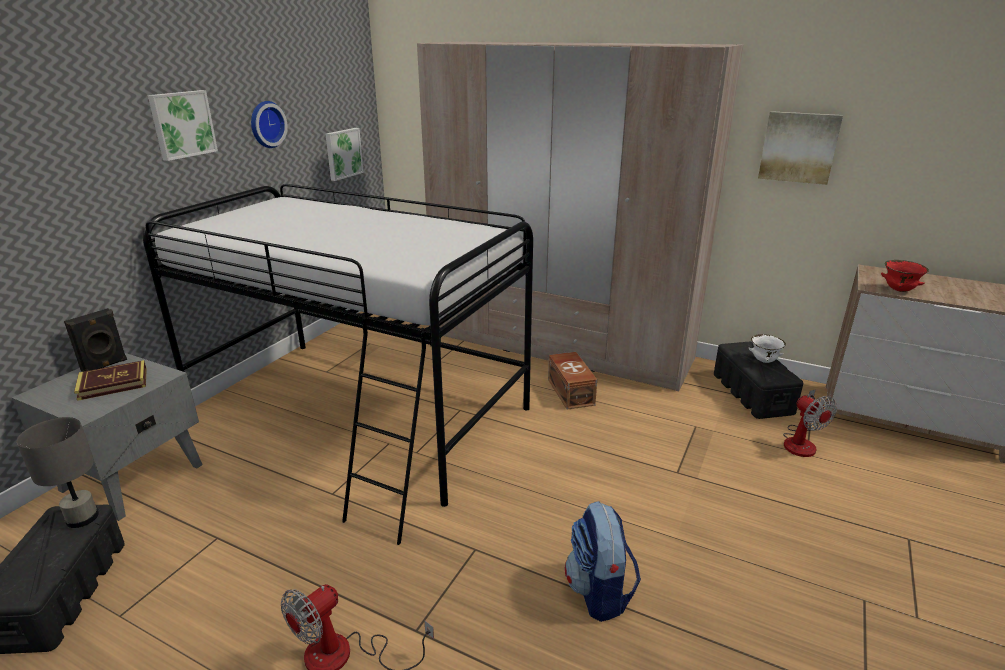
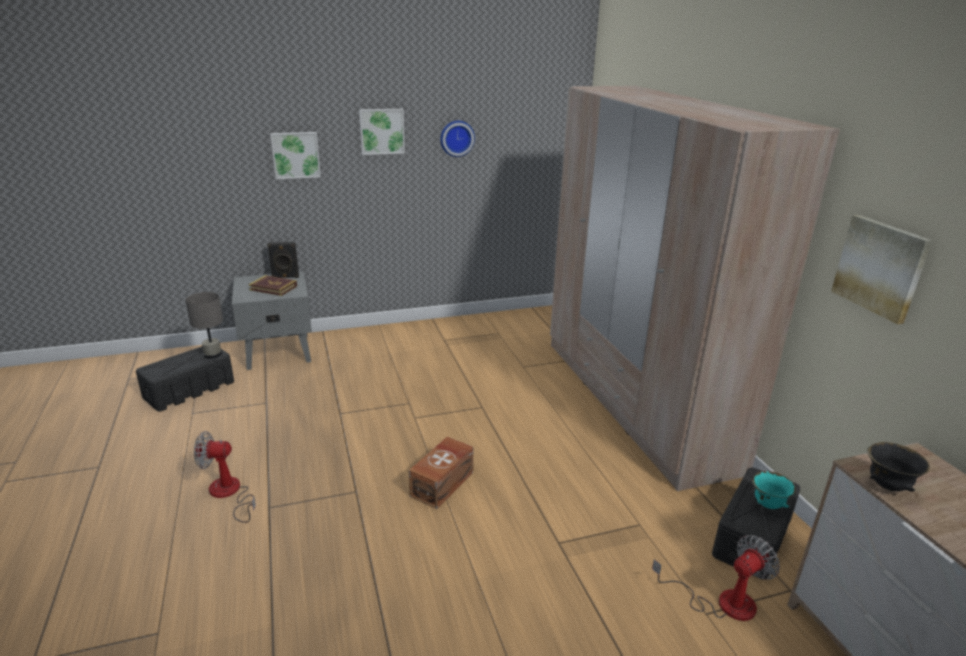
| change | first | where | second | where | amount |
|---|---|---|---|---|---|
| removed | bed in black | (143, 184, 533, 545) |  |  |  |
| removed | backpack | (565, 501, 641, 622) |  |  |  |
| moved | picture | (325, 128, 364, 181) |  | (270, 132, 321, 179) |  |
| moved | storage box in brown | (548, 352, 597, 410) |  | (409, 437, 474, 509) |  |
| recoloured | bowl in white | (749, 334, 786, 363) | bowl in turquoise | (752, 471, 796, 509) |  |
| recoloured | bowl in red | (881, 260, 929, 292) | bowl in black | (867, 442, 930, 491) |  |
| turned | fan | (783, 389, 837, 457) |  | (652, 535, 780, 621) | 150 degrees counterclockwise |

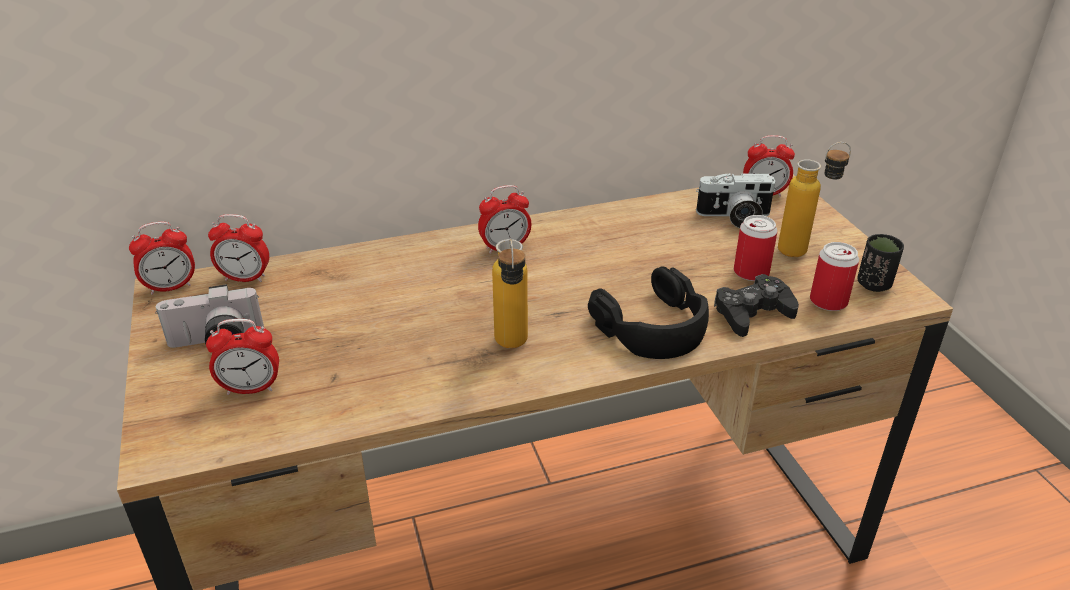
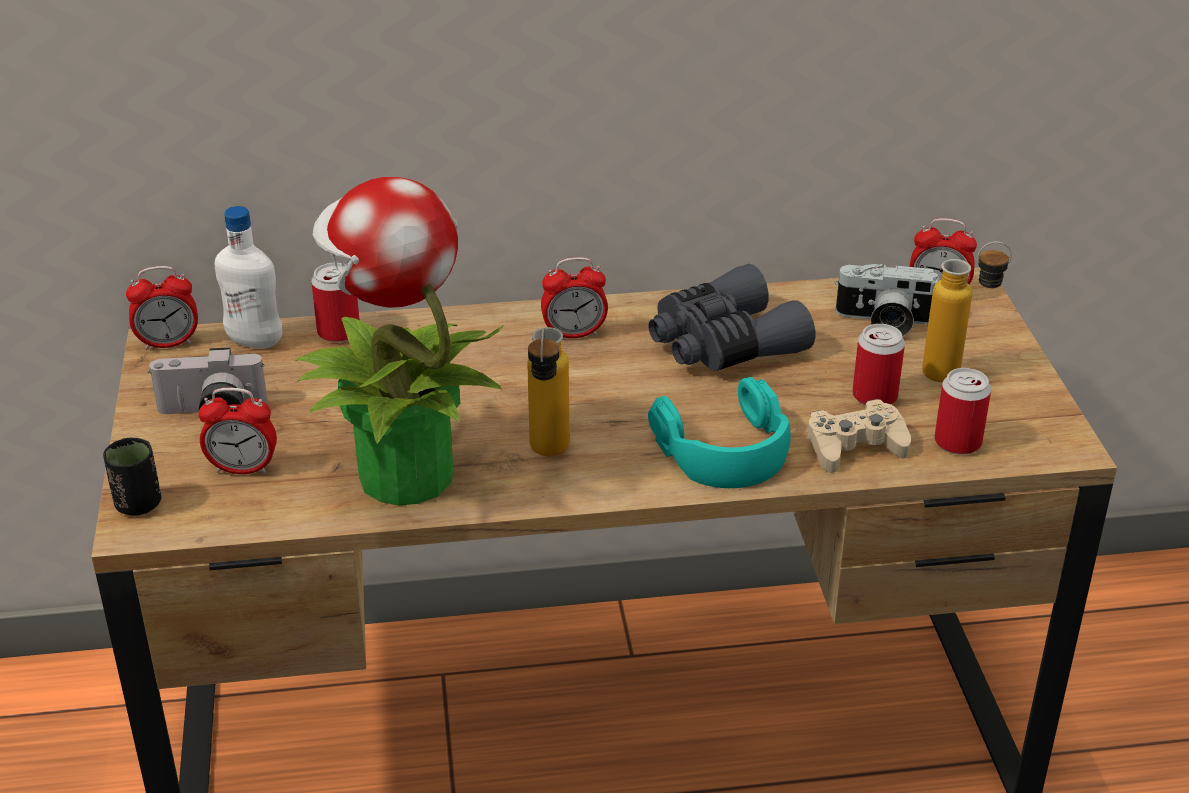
| change | first | where | second | where | amount |
|---|---|---|---|---|---|
| added |  |  | potted plant | (295, 177, 504, 505) |  |
| added |  |  | can | (311, 263, 360, 342) |  |
| added |  |  | binoculars in grey | (648, 264, 815, 371) |  |
| moved | cup in black | (857, 234, 904, 292) |  | (103, 437, 161, 516) |  |
| replaced | alarm clock | (208, 214, 269, 282) | bottle in white | (215, 206, 282, 348) |  |
| recoloured | headphones in black | (588, 266, 709, 359) | headphones in turquoise | (648, 377, 791, 488) |  |
| recoloured | game controller in black | (714, 274, 799, 337) | game controller in beige | (808, 399, 911, 473) |  |

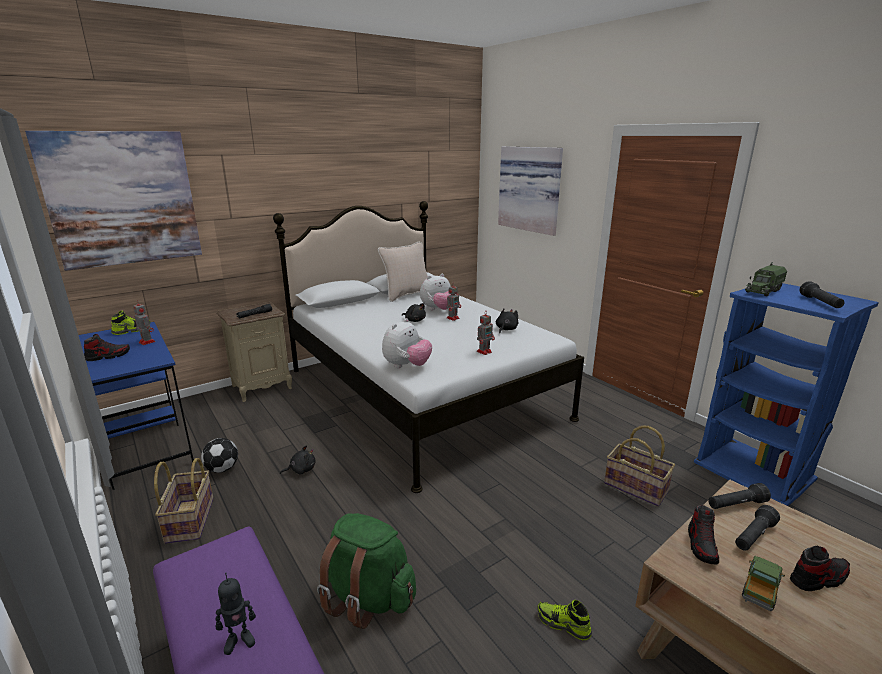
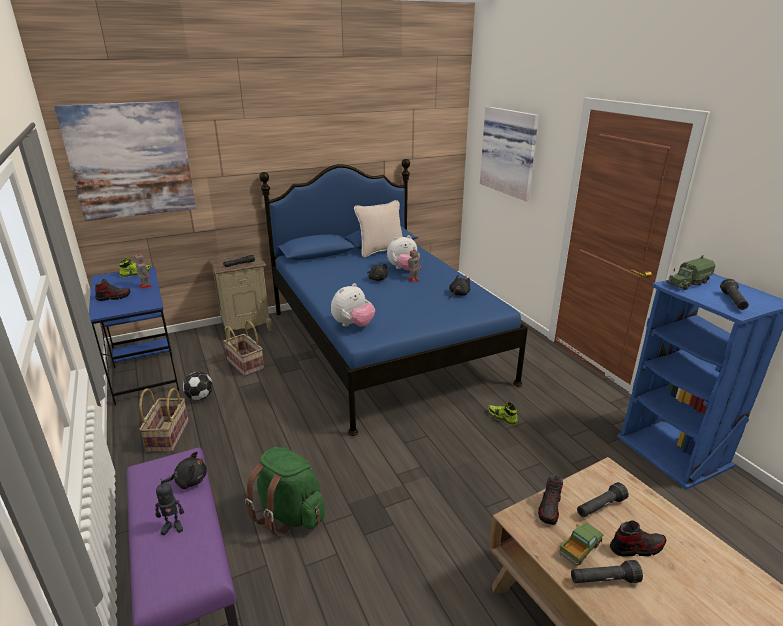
| change | first | where | second | where | amount |
|---|---|---|---|---|---|
| removed | toy robot | (477, 311, 495, 355) |  |  |  |
| moved | plush toy in black | (280, 445, 315, 474) |  | (161, 451, 207, 489) |  |
| moved | shoe | (537, 600, 592, 640) |  | (488, 402, 518, 425) |  |
| moved | basket | (604, 426, 675, 507) |  | (224, 320, 264, 377) |  |
| moved | flashlight in black | (708, 483, 771, 509) |  | (571, 560, 643, 583) |  |
| recoloured | bed in white | (273, 201, 584, 493) | bed in blue | (259, 159, 528, 436) |  |

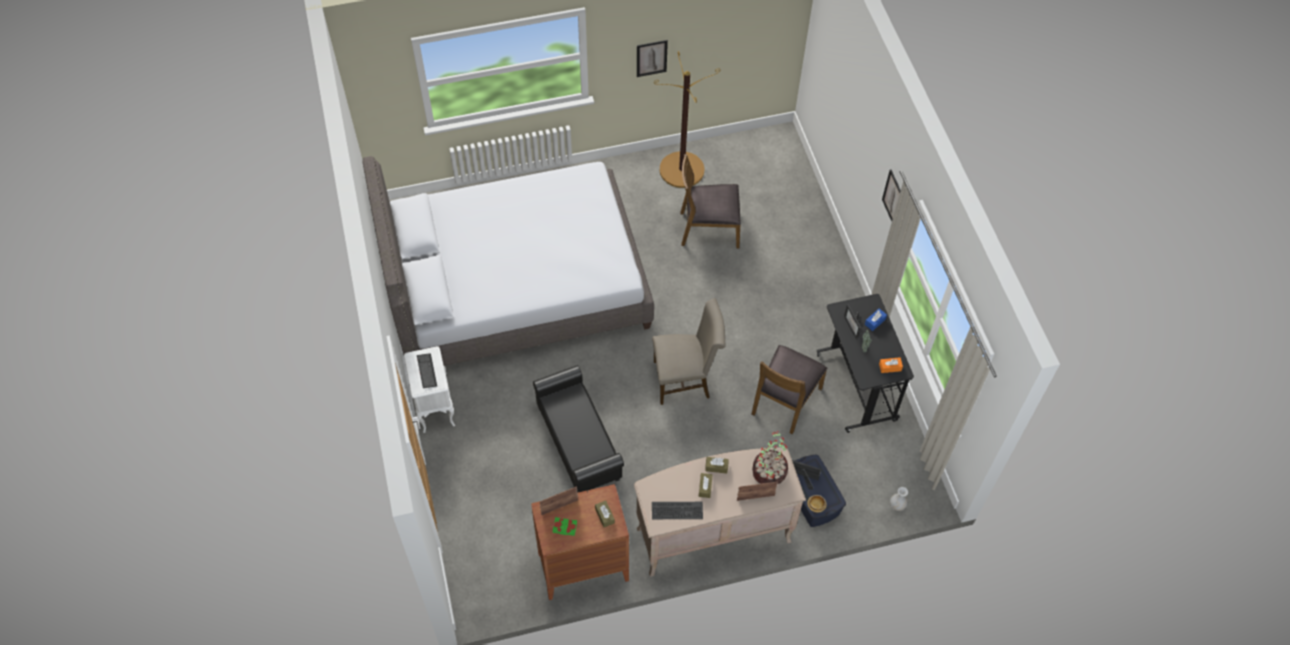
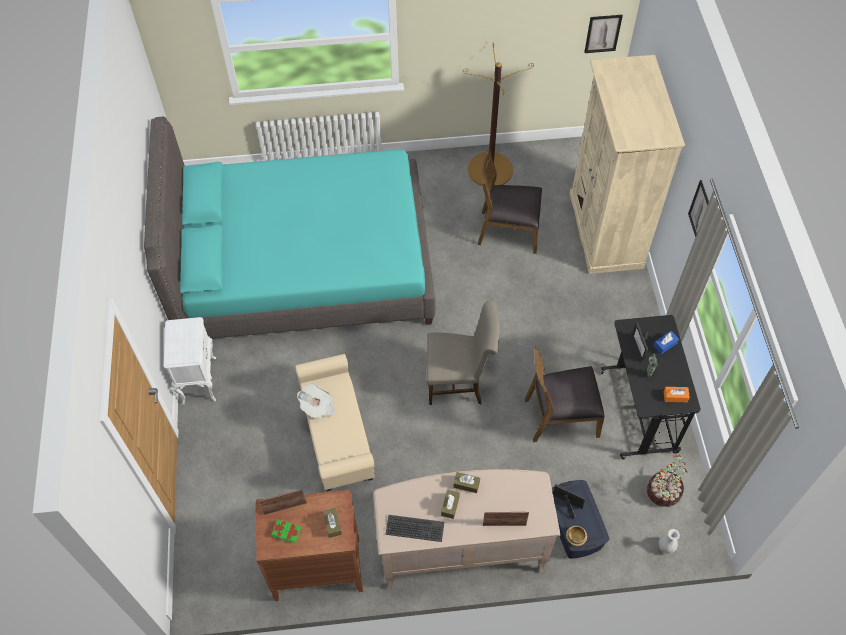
| change | first | where | second | where | amount |
|---|---|---|---|---|---|
| removed | keyboard | (417, 353, 437, 388) |  |  |  |
| added |  |  | newspaper | (297, 384, 335, 418) |  |
| added |  |  | wardrobe in beige | (570, 55, 685, 274) |  |
| moved | picture | (637, 40, 668, 77) |  | (584, 15, 623, 53) |  |
| moved | potted plant | (752, 431, 788, 485) |  | (647, 454, 688, 507) |  |
| recoloured | bed in grey | (363, 156, 654, 366) | bed in turquoise | (144, 117, 435, 339) |  |
| recoloured | ottoman in black | (533, 365, 624, 493) | ottoman in beige | (295, 354, 375, 491) |  |
| turned | chair in brown | (751, 345, 827, 434) |  | (525, 346, 605, 442) | 45 degrees clockwise |

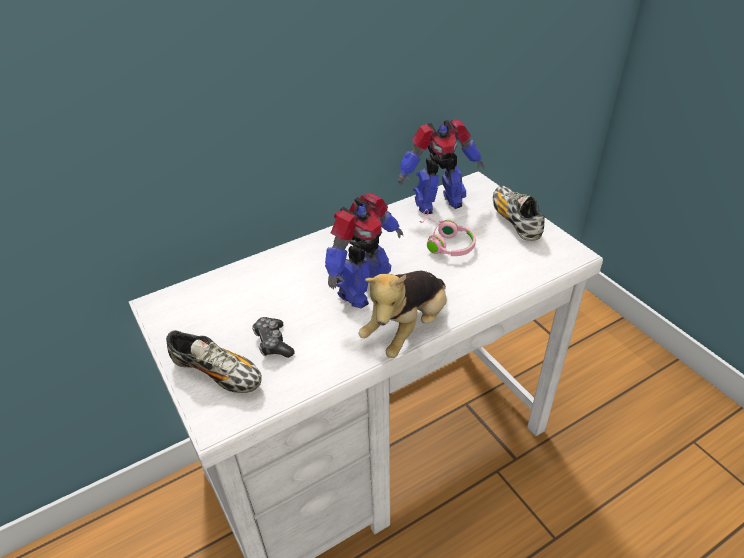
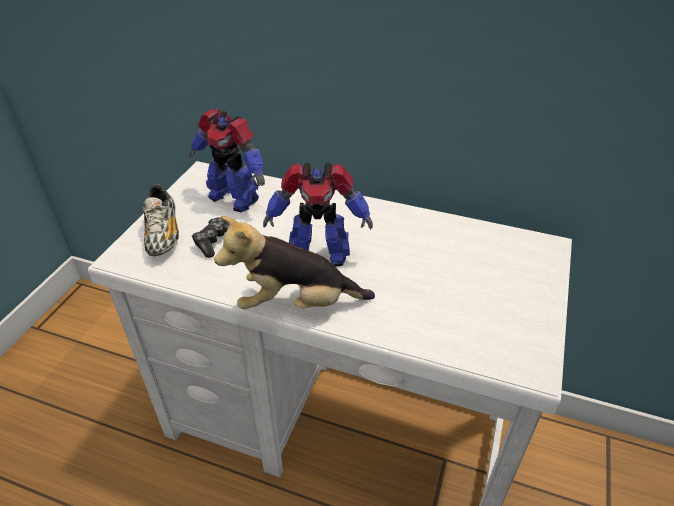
| change | first | where | second | where | amount |
|---|---|---|---|---|---|
| removed | headphones in pink | (420, 209, 476, 256) |  |  |  |
| removed | shoe | (493, 186, 545, 241) |  |  |  |
| moved | toy robot | (398, 120, 485, 214) |  | (189, 109, 265, 212) |  |

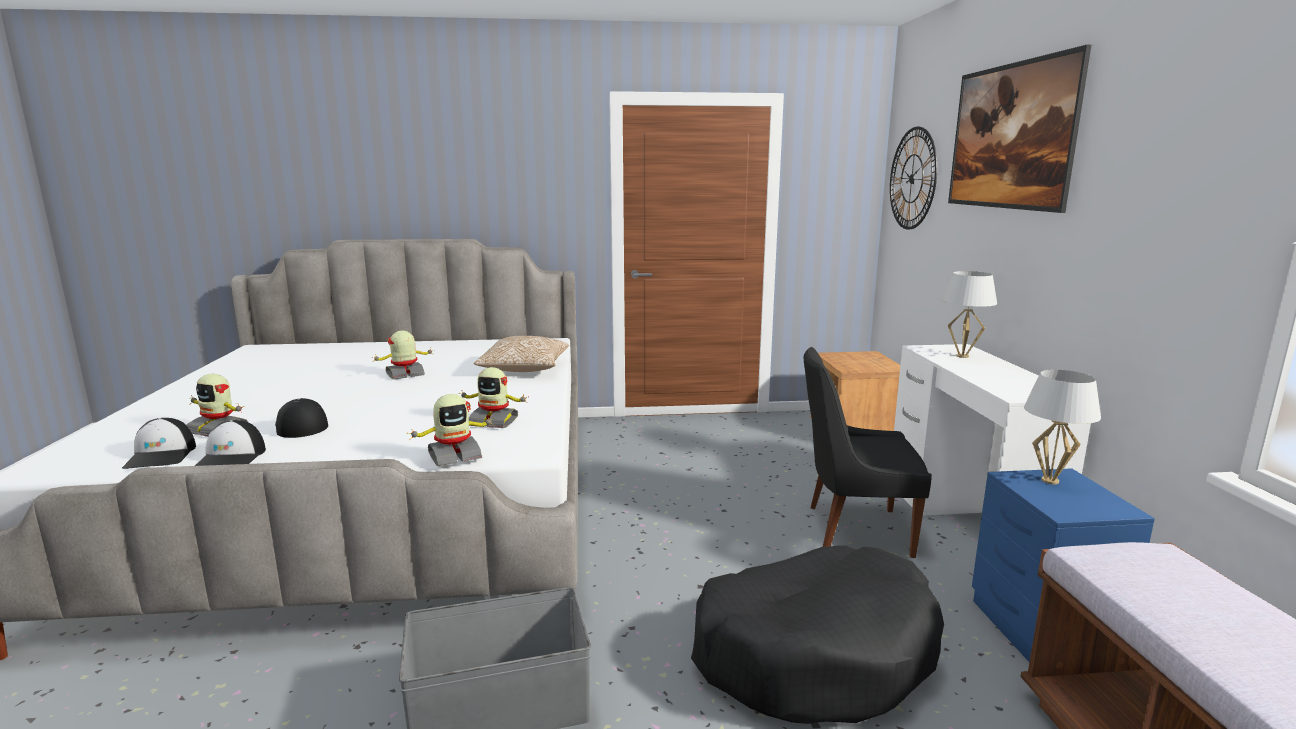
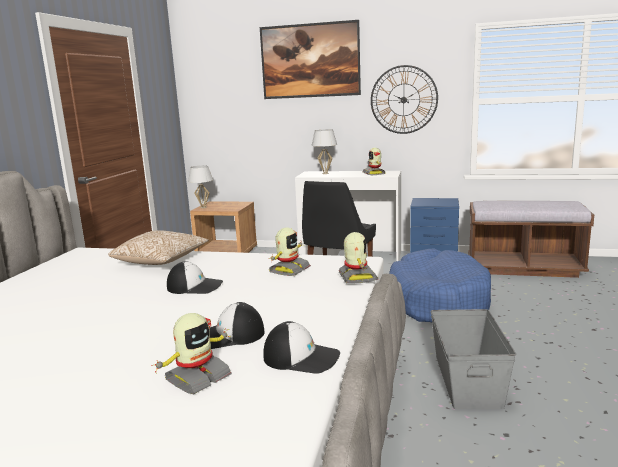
| change | first | where | second | where | amount |
|---|---|---|---|---|---|
| moved | cap | (122, 418, 196, 469) |  | (167, 261, 223, 294) |  |
| moved | toy robot | (372, 330, 435, 380) |  | (362, 148, 385, 175) |  |
| moved | wall clock | (890, 127, 937, 230) |  | (371, 65, 438, 134) |  |
| moved | table lamp in white | (1024, 370, 1101, 484) |  | (188, 166, 213, 208) |  |
| recoloured | dog bed in black | (691, 545, 944, 724) | dog bed in blue | (389, 249, 491, 322) |  |

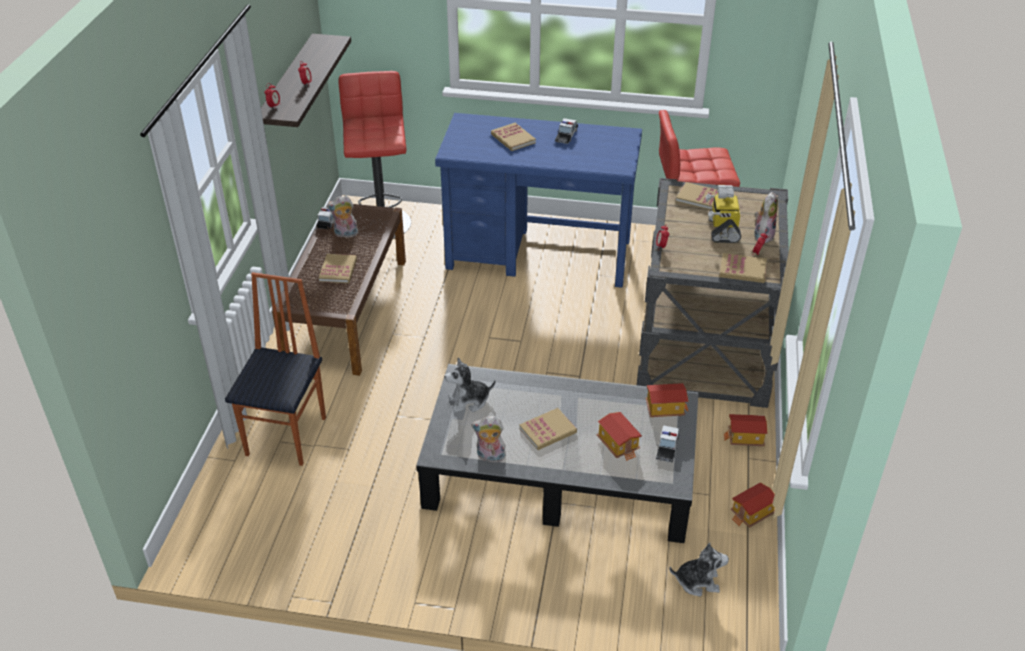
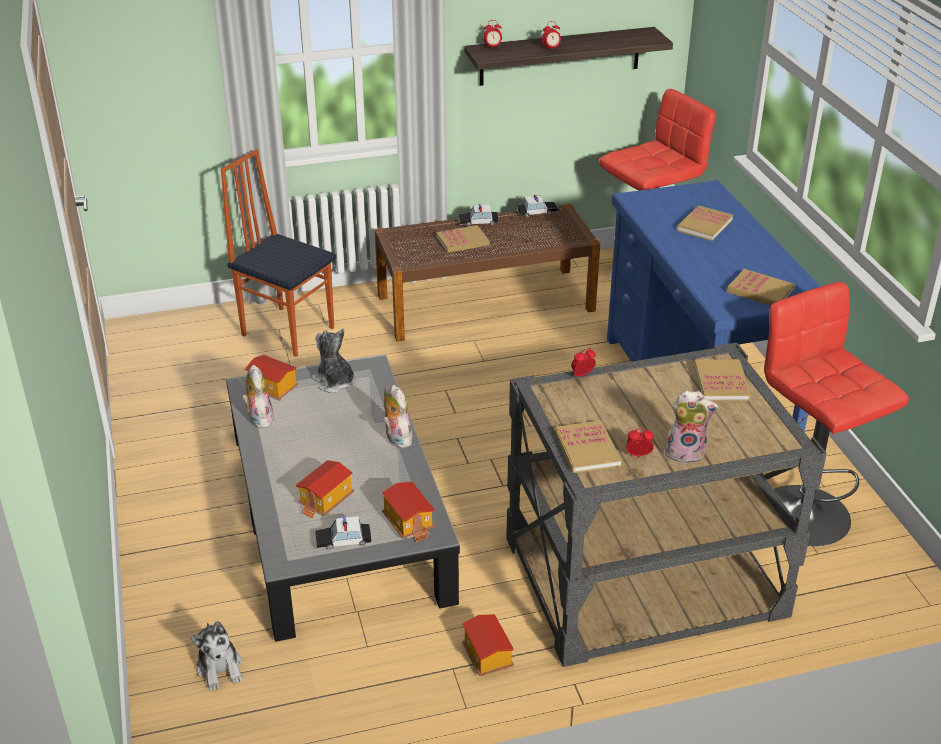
| change | first | where | second | where | amount |
|---|---|---|---|---|---|
| removed | toy robot | (705, 185, 741, 243) |  |  |  |
| moved | plush toy | (327, 196, 358, 238) |  | (383, 385, 413, 448) |  |
| moved | book | (519, 408, 577, 450) |  | (727, 269, 795, 306) |  |
| moved | toy car | (555, 118, 578, 144) |  | (458, 204, 499, 226) |  |
| moved | toy house | (731, 483, 775, 528) |  | (244, 355, 299, 401) |  |
| turned | chair | (225, 272, 326, 466) |  | (221, 149, 337, 357) | 135 degrees counterclockwise |

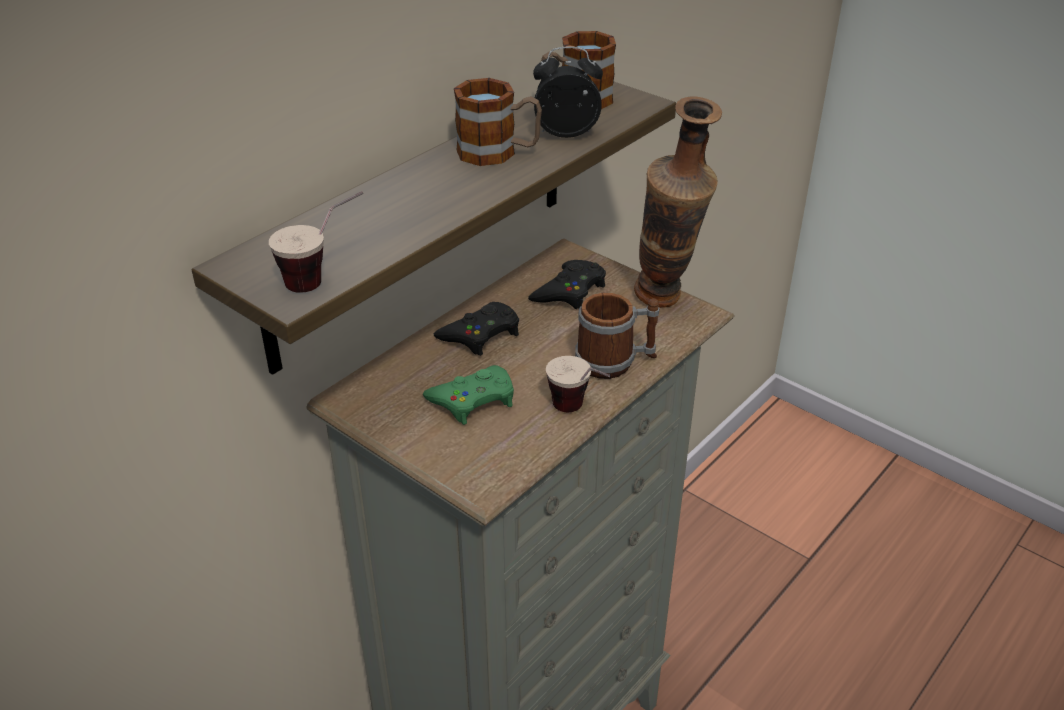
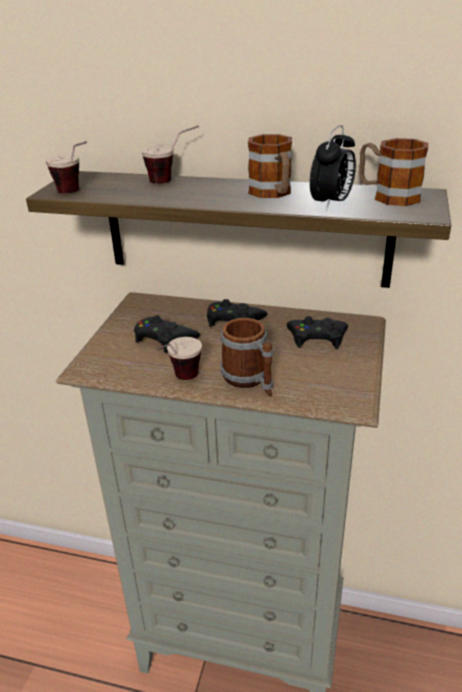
| change | first | where | second | where | amount |
|---|---|---|---|---|---|
| removed | vase | (634, 96, 722, 308) |  |  |  |
| added |  |  | cup | (141, 125, 199, 184) |  |
| recoloured | game controller in green | (423, 365, 514, 425) | game controller in black | (134, 316, 200, 353) |  |
| turned | alarm clock | (533, 47, 603, 138) |  | (310, 125, 356, 210) | 60 degrees clockwise |

